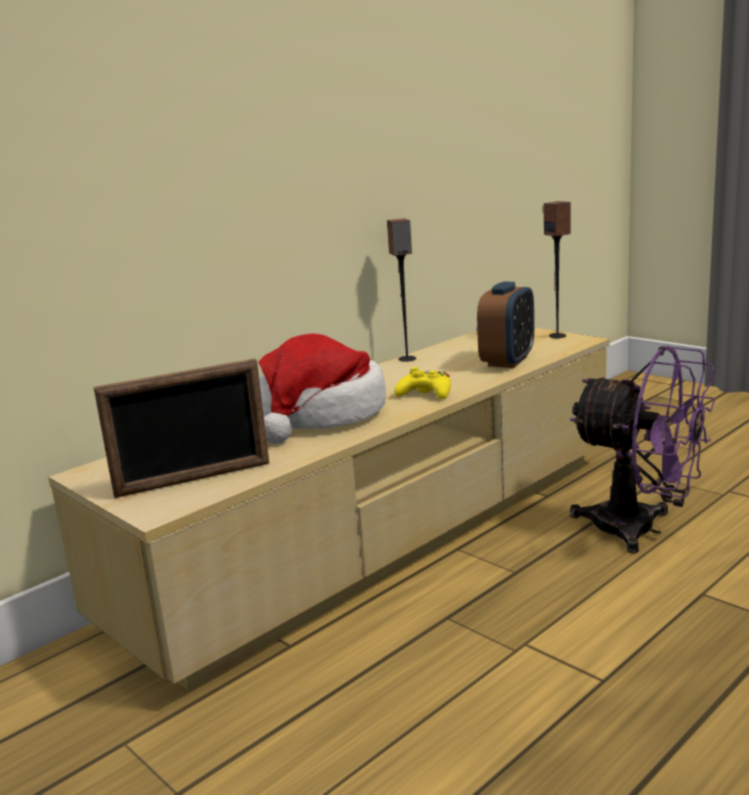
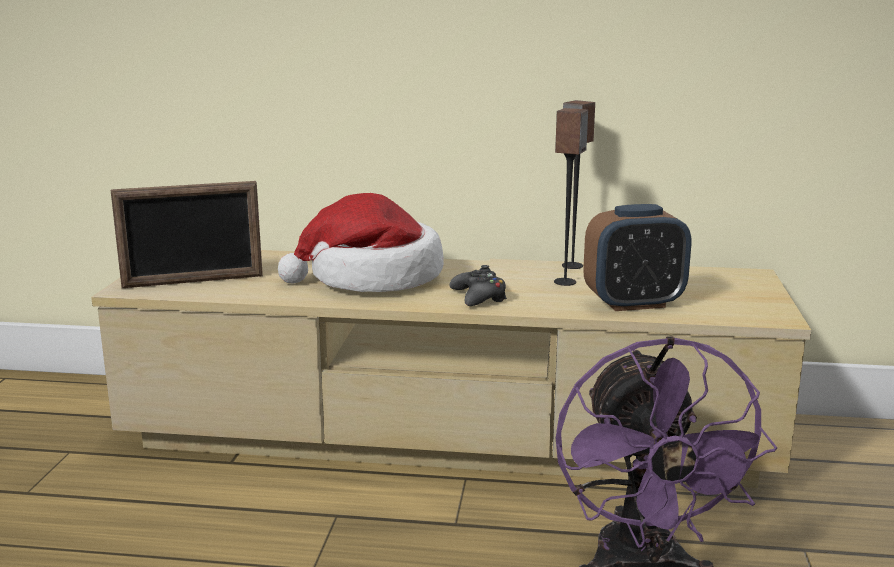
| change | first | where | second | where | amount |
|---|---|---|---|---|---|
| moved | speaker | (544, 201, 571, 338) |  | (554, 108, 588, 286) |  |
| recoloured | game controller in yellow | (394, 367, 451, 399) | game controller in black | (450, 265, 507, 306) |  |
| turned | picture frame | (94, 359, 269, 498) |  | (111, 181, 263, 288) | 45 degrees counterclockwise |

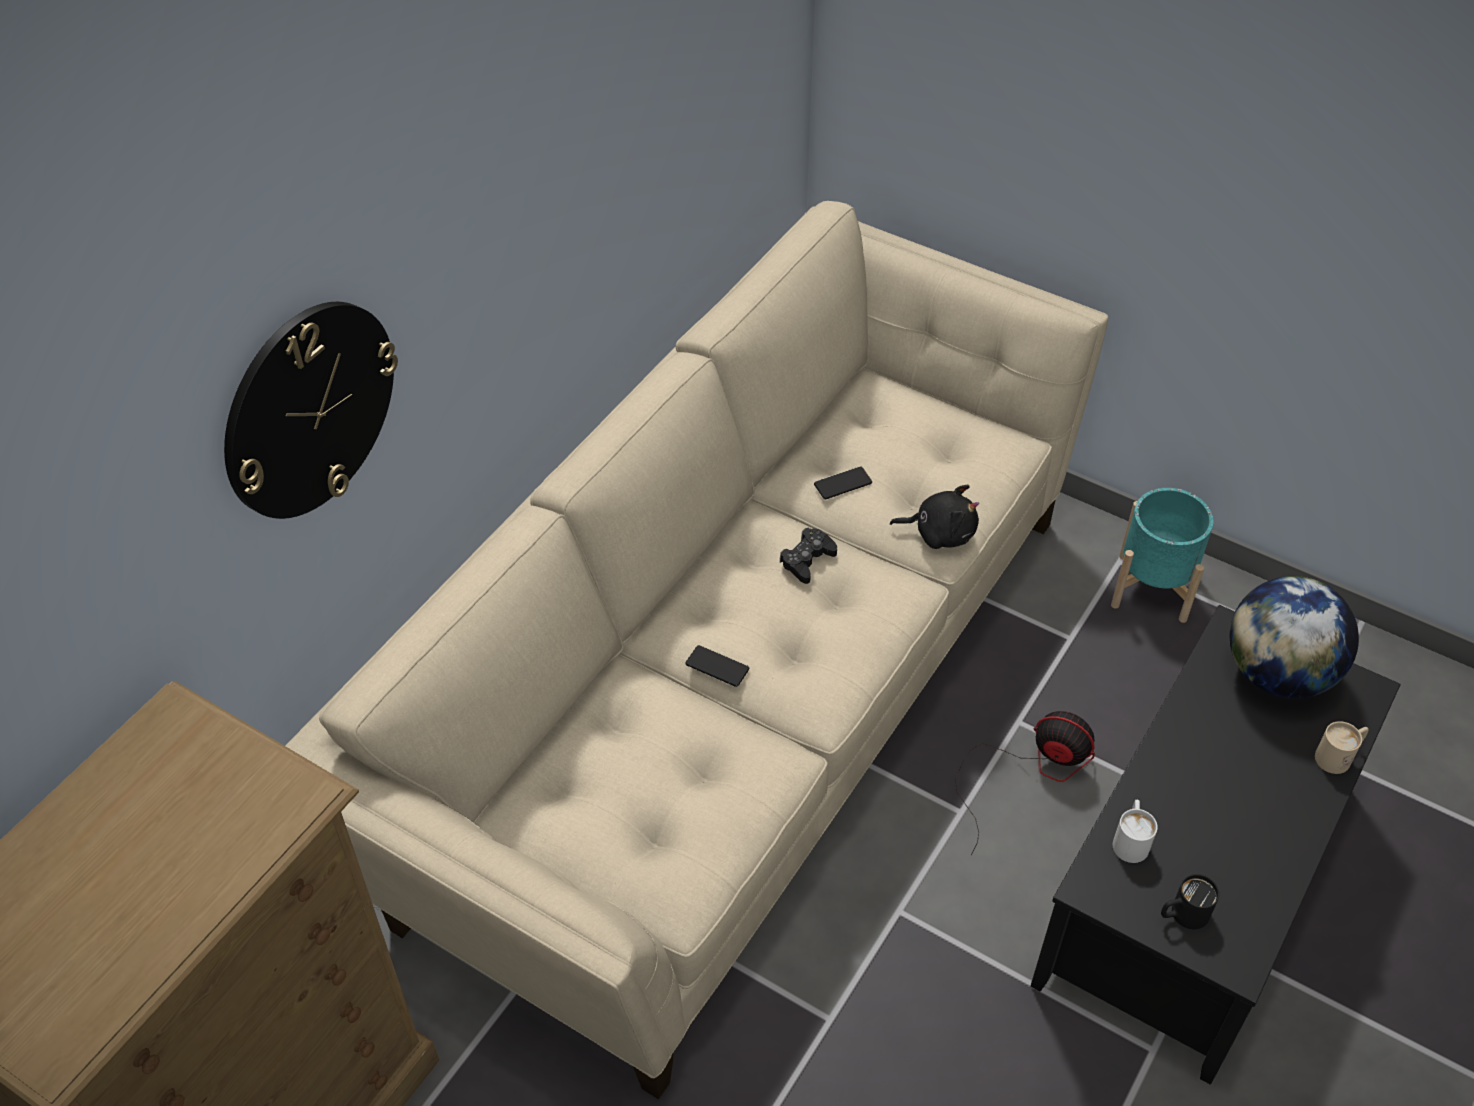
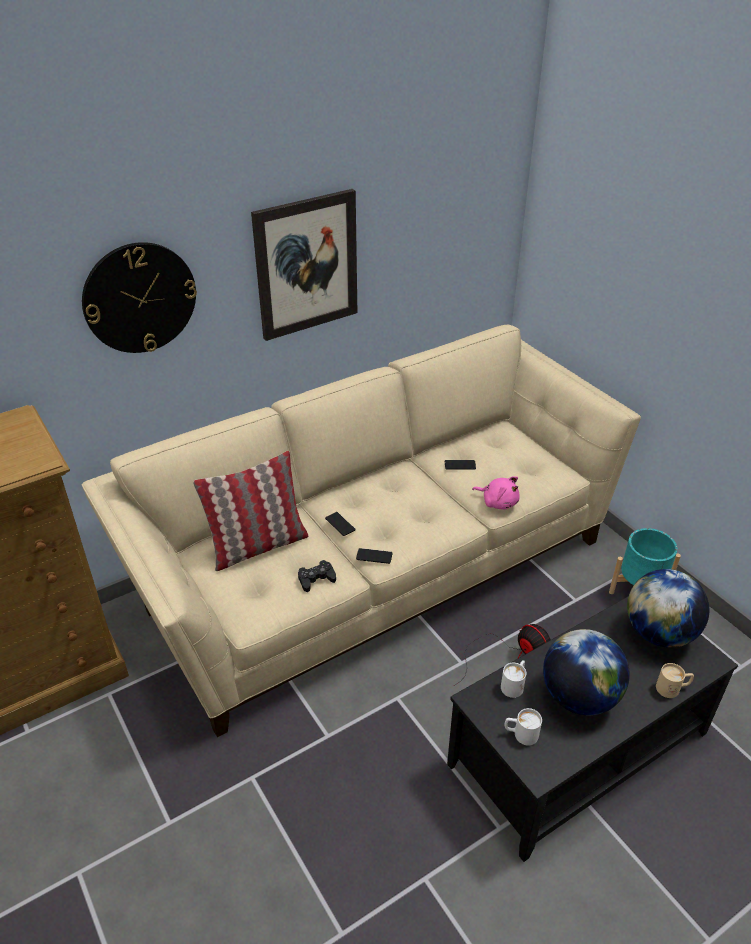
| change | first | where | second | where | amount |
|---|---|---|---|---|---|
| added |  |  | pillow | (193, 451, 308, 571) |  |
| added |  |  | picture | (251, 189, 357, 341) |  |
| added |  |  | phone | (356, 548, 393, 564) |  |
| added |  |  | globe | (543, 629, 630, 715) |  |
| moved | game controller in black | (780, 528, 837, 584) |  | (298, 560, 336, 592) |  |
| recoloured | plush toy in black | (890, 485, 979, 549) | plush toy in pink | (472, 476, 520, 509) |  |
| recoloured | mug in black | (1161, 874, 1220, 929) | mug in white | (504, 708, 542, 745) |  |

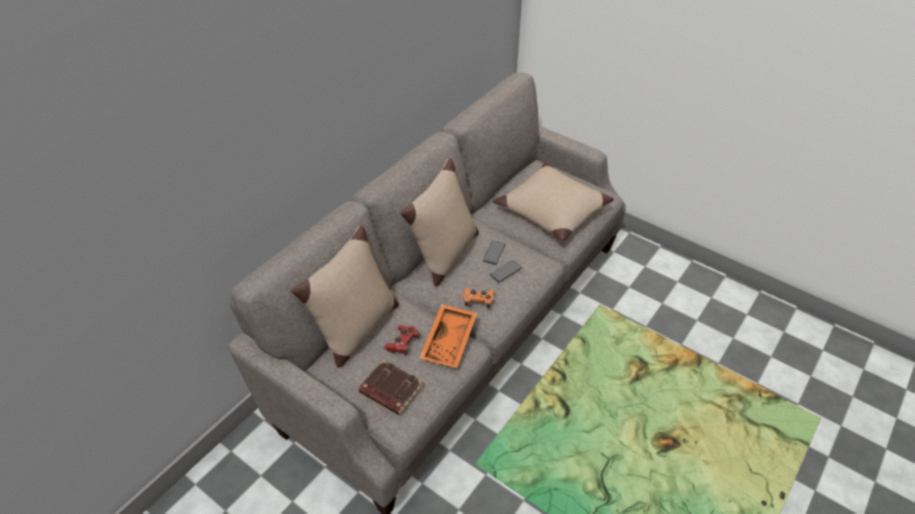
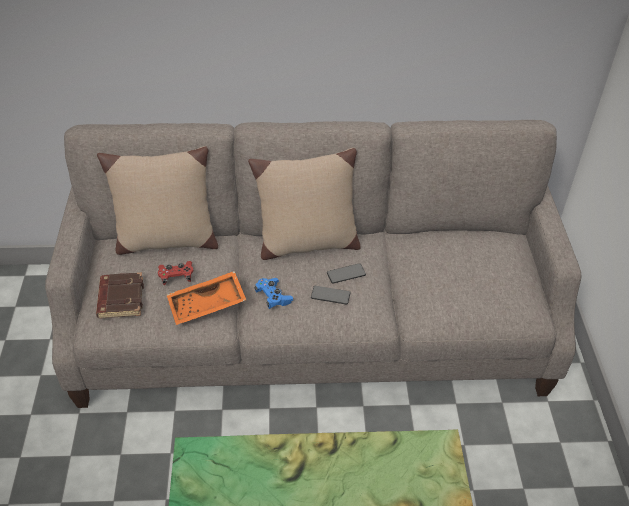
| change | first | where | second | where | amount |
|---|---|---|---|---|---|
| removed | pillow in beige | (493, 162, 614, 242) |  |  |  |
| recoloured | game controller in orange | (463, 288, 494, 309) | game controller in blue | (254, 278, 293, 309) |  |

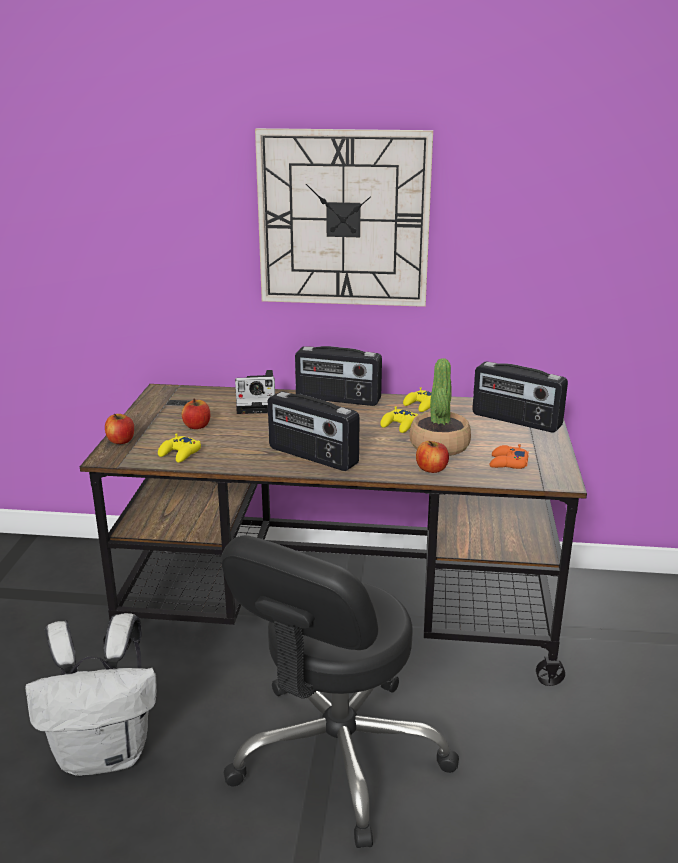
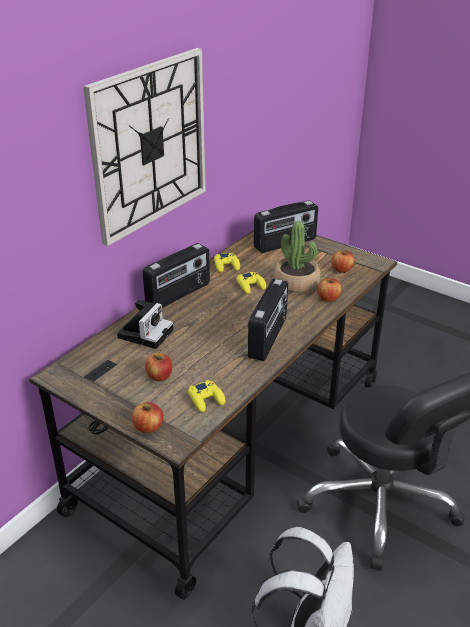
| change | first | where | second | where | amount |
|---|---|---|---|---|---|
| replaced | game controller in orange | (490, 444, 529, 469) | apple | (331, 251, 355, 273) |  |
| turned | radio | (268, 391, 360, 471) |  | (248, 279, 288, 361) | 45 degrees counterclockwise |

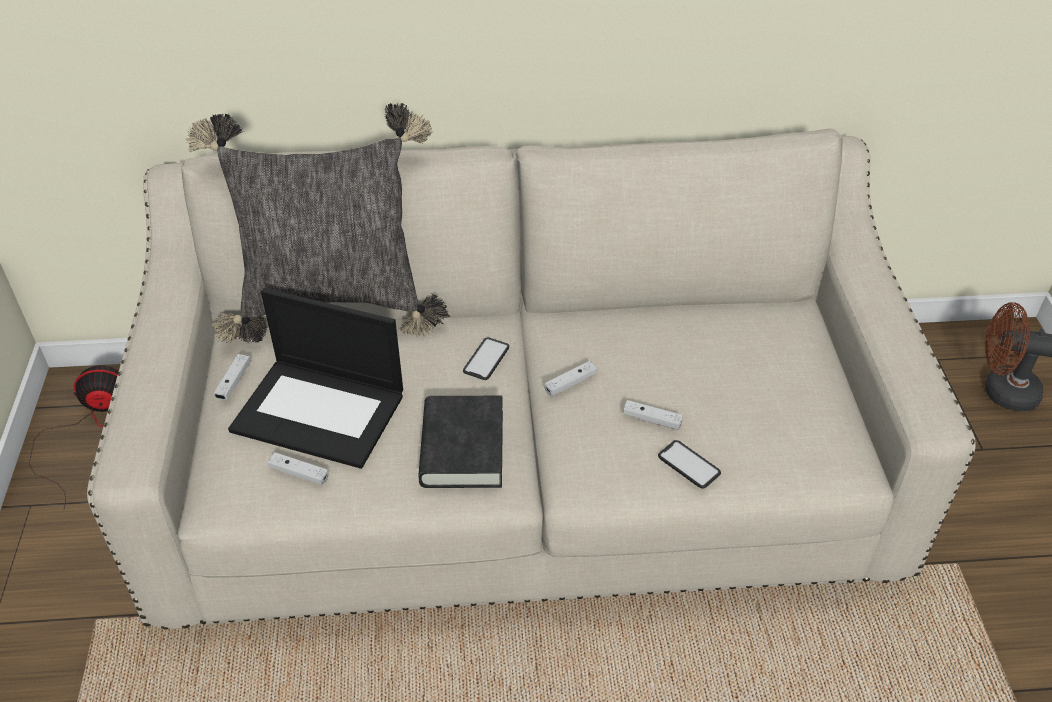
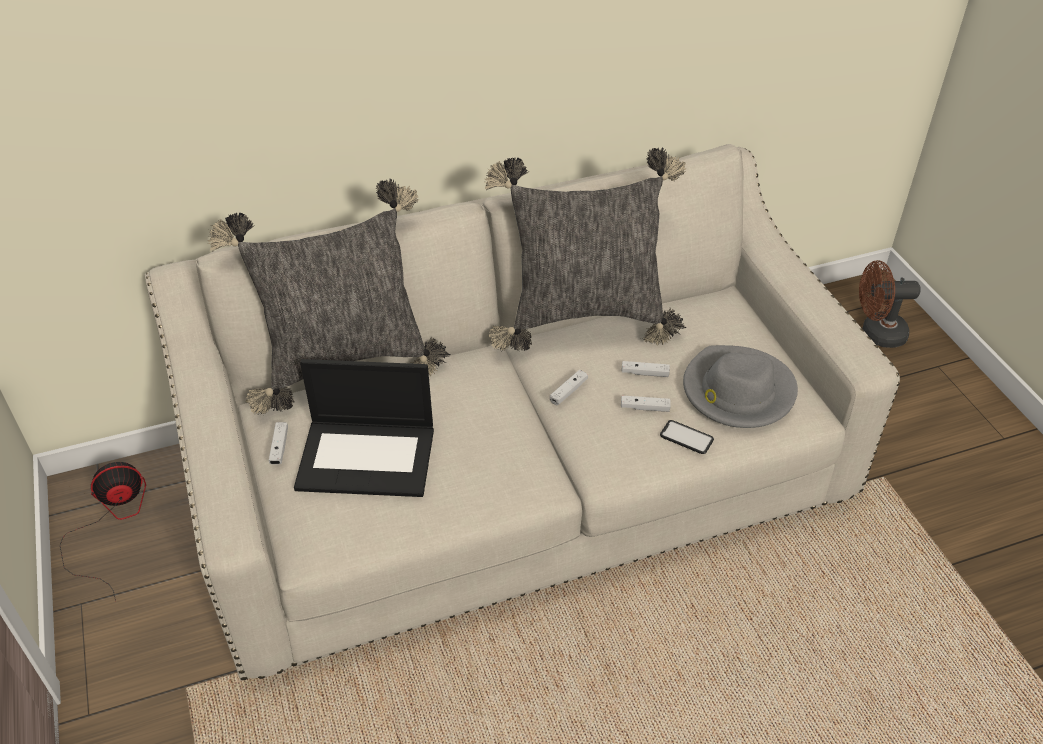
| change | first | where | second | where | amount |
|---|---|---|---|---|---|
| removed | book in black | (418, 396, 503, 488) |  |  |  |
| removed | phone | (463, 337, 509, 380) |  |  |  |
| added |  |  | pillow | (484, 148, 686, 352) |  |
| added |  |  | hat in grey | (683, 345, 798, 428) |  |
| moved | game controller in white | (268, 452, 329, 485) |  | (622, 361, 670, 377) |  |

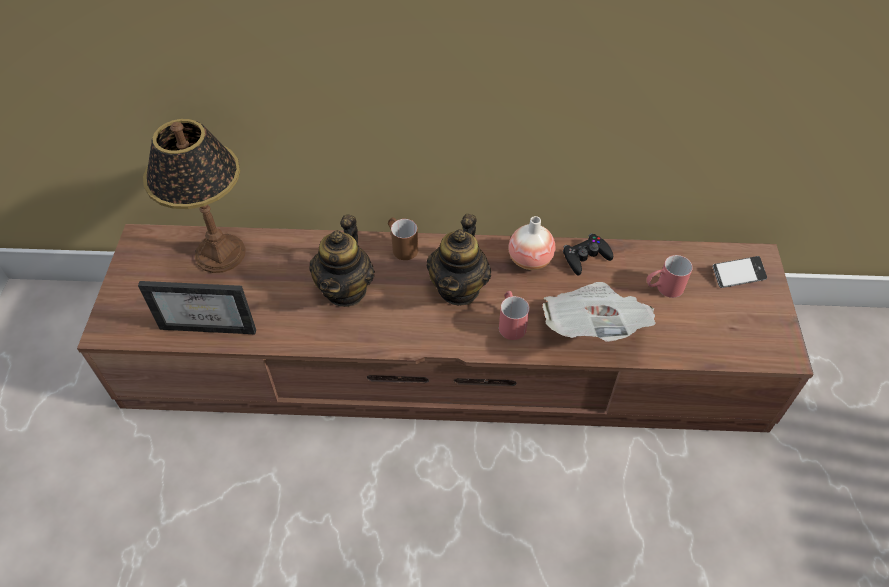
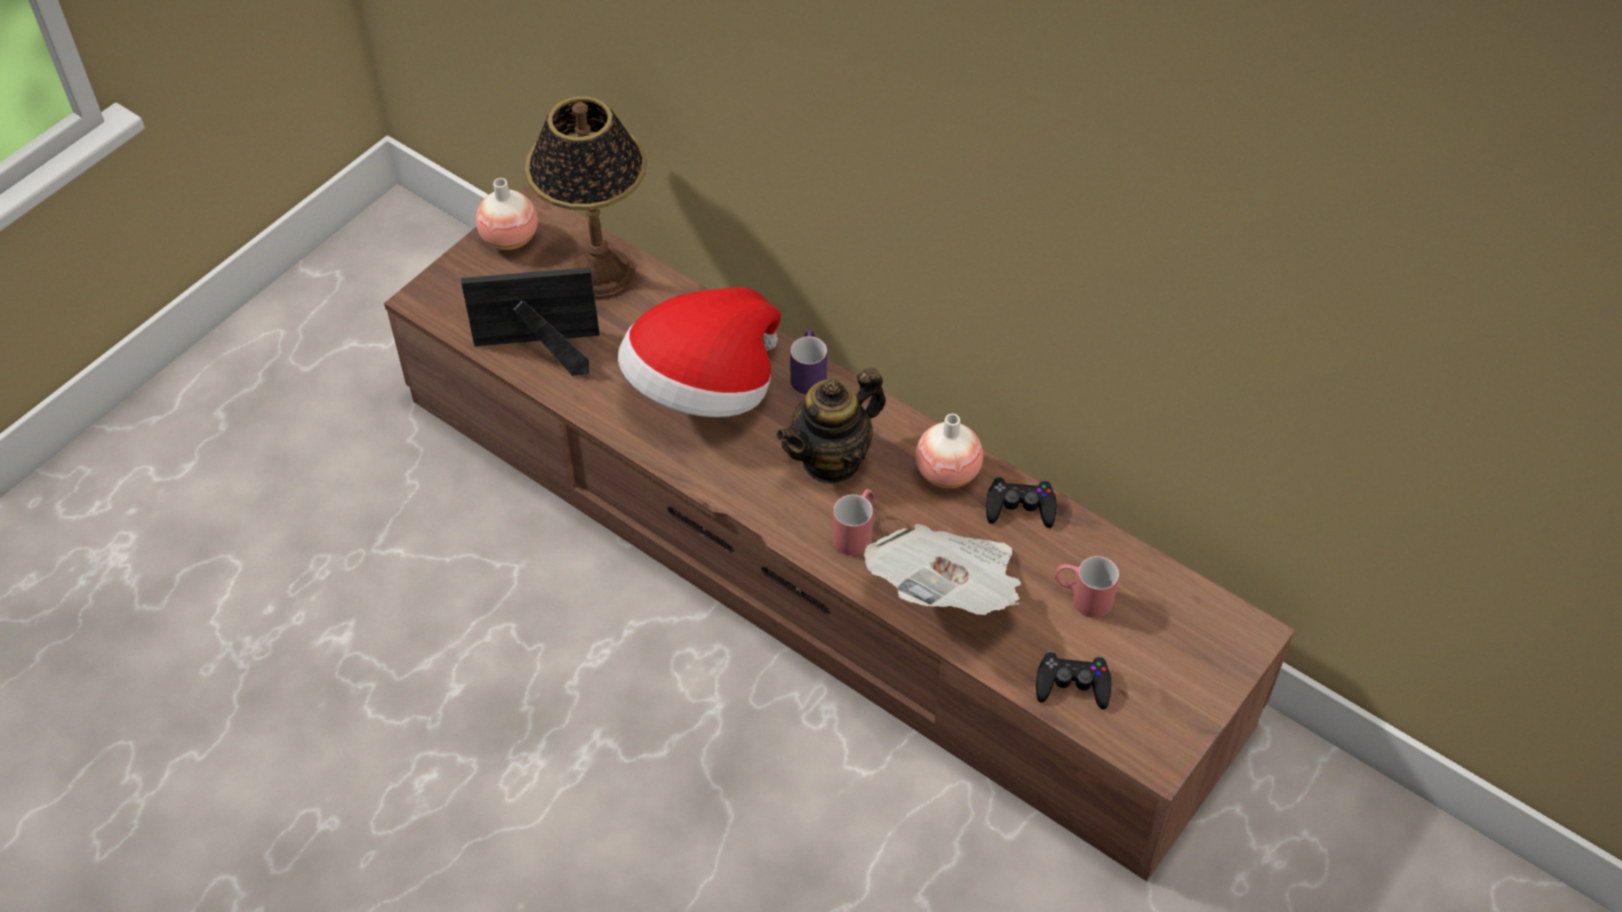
| change | first | where | second | where | amount |
|---|---|---|---|---|---|
| removed | phone | (713, 256, 767, 288) |  |  |  |
| added |  |  | vase | (476, 178, 538, 250) |  |
| added |  |  | game controller in black | (1036, 650, 1111, 709) |  |
| replaced | teapot | (309, 214, 375, 307) | hat | (618, 288, 781, 417) |  |
| recoloured | mug in brown | (388, 217, 418, 260) | mug in purple | (790, 330, 827, 394) |  |
| turned | picture frame | (138, 281, 256, 334) |  | (461, 267, 599, 376) | 135 degrees clockwise |

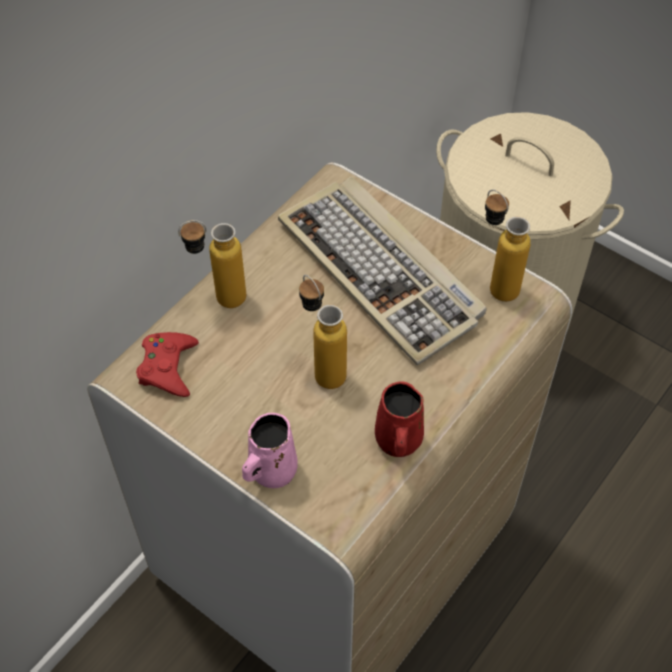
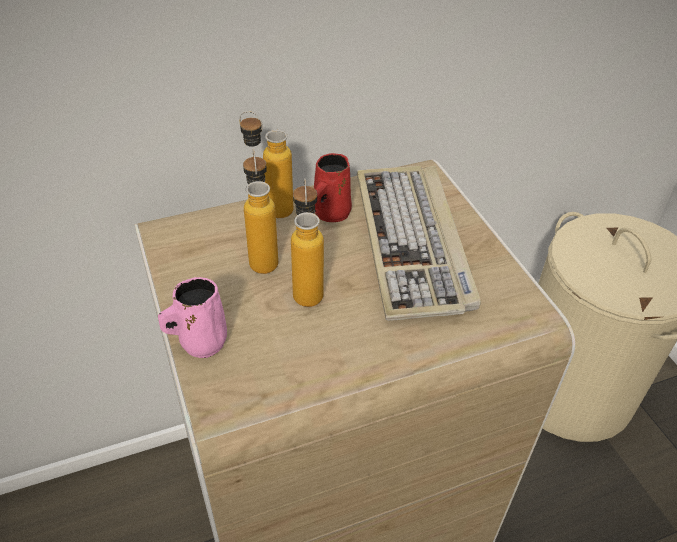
| change | first | where | second | where | amount |
|---|---|---|---|---|---|
| removed | game controller in red | (136, 332, 199, 397) |  |  |  |
| moved | mug in red | (375, 381, 424, 457) |  | (314, 153, 352, 222) |  |
| moved | bottle | (485, 189, 531, 302) |  | (243, 149, 278, 274) |  |

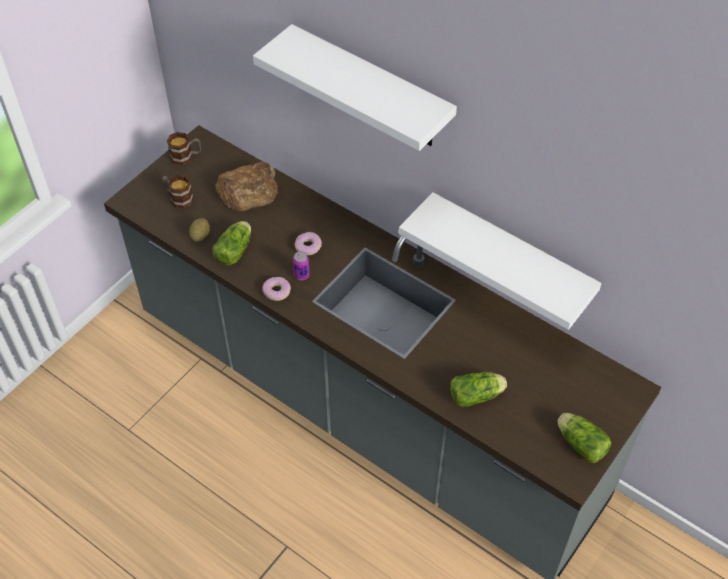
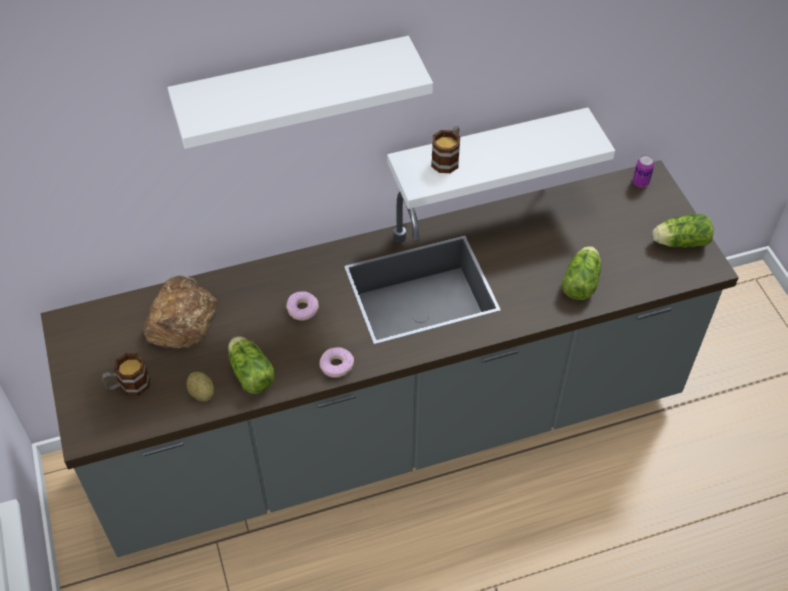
| change | first | where | second | where | amount |
|---|---|---|---|---|---|
| moved | mug | (167, 132, 201, 165) |  | (431, 126, 460, 173) |  |
| moved | can | (293, 252, 310, 280) |  | (633, 155, 655, 188) |  |

